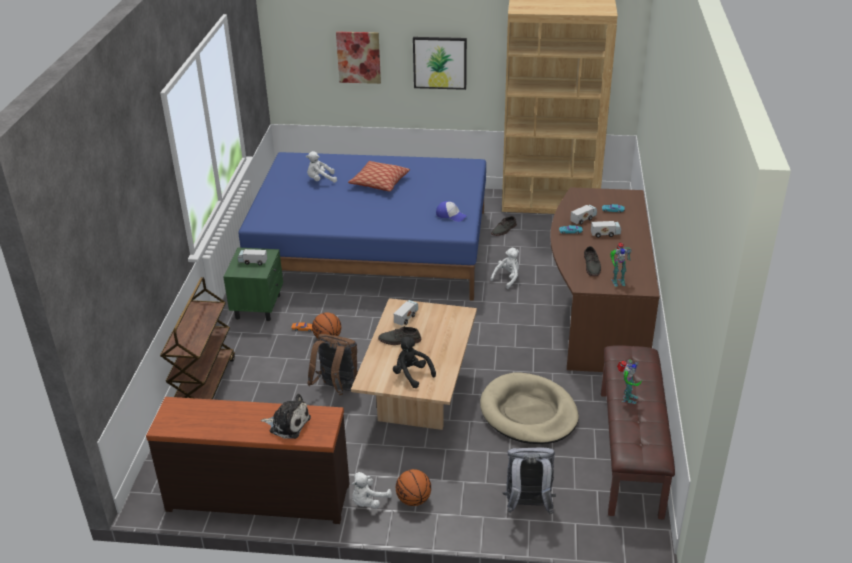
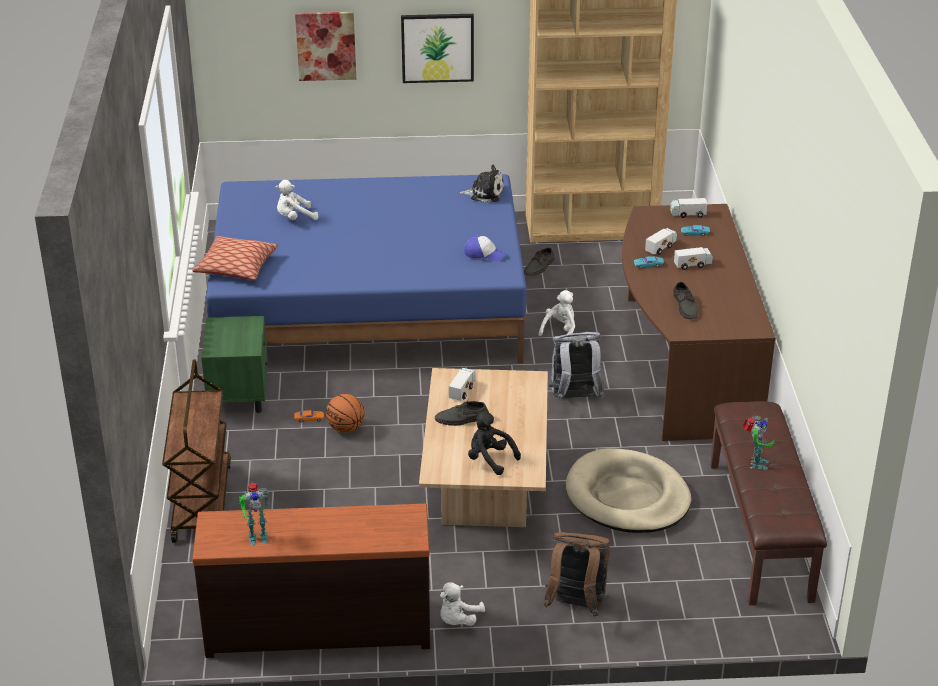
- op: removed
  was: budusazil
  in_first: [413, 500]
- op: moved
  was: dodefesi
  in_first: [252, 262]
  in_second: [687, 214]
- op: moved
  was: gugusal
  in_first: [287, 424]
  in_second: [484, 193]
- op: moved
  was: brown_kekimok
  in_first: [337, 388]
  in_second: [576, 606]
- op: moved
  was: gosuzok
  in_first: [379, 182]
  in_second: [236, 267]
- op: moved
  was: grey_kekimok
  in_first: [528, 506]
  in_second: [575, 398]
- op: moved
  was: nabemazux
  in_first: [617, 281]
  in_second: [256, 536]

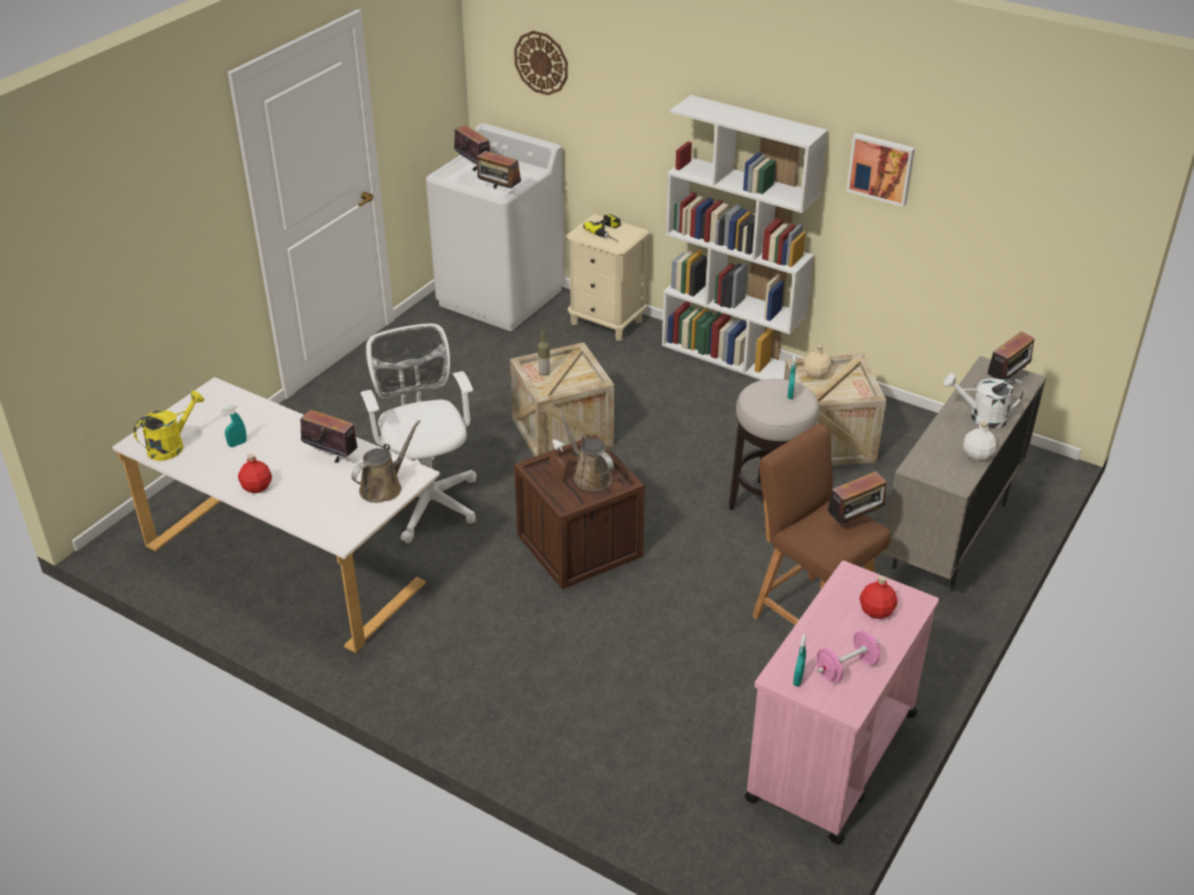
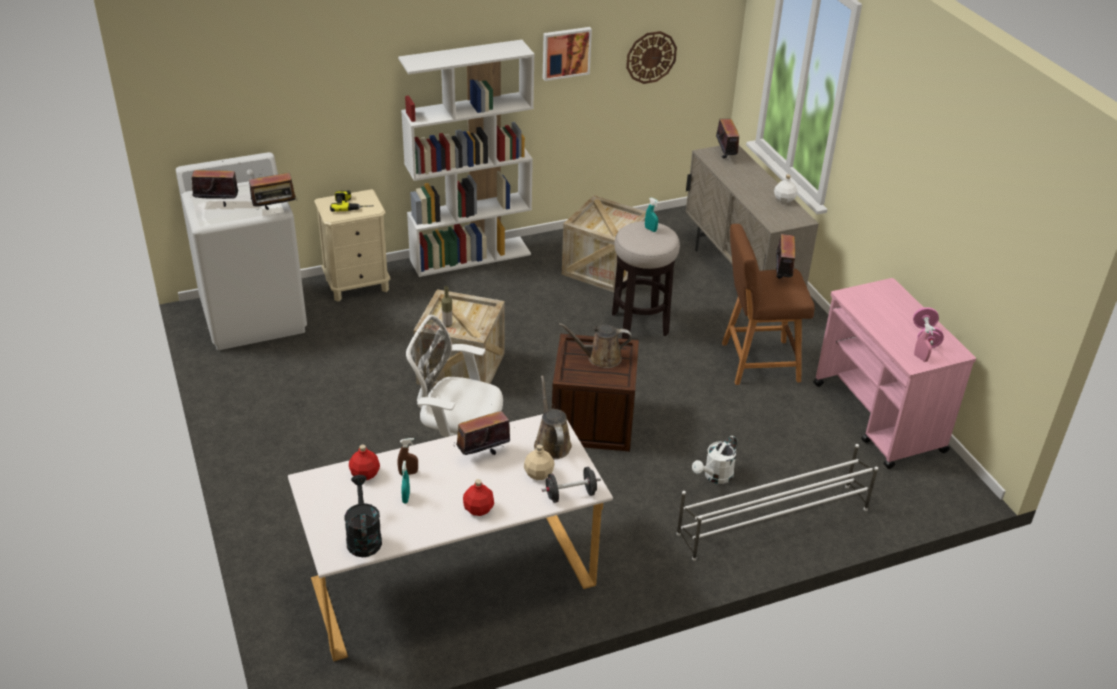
- op: added
  now: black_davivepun
  in_second: [570, 494]
- op: added
  now: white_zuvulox
  in_second: [772, 521]
- op: moved
  was: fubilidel
  in_first: [541, 62]
  in_second: [651, 57]
- op: moved
  was: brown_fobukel
  in_first: [558, 478]
  in_second: [408, 473]
- op: moved
  was: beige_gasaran
  in_first: [816, 374]
  in_second: [538, 474]
- op: moved
  was: red_gasaran
  in_first: [877, 611]
  in_second: [365, 474]
- op: moved
  was: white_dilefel
  in_first: [981, 417]
  in_second: [715, 477]
- op: recoloured
  was: yellow_dilefel
  now: black_dilefel
  in_first: [171, 446]
  in_second: [363, 537]
- op: recoloured
  was: turquoise_fobukel
  now: pink_fobukel
  in_first: [798, 679]
  in_second: [920, 358]

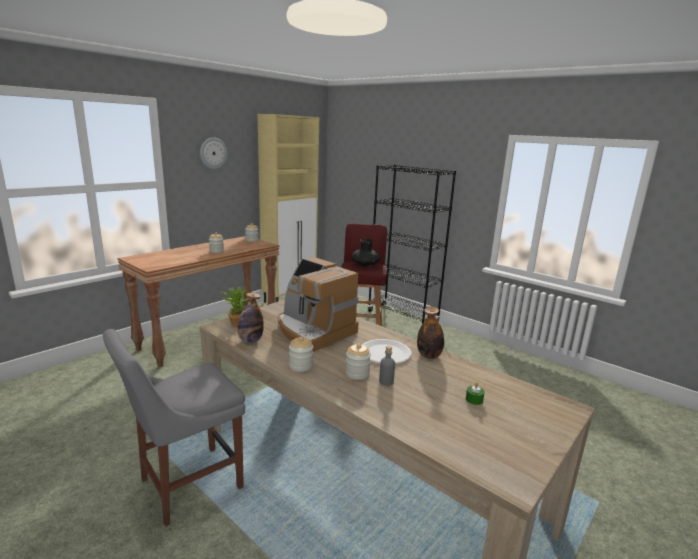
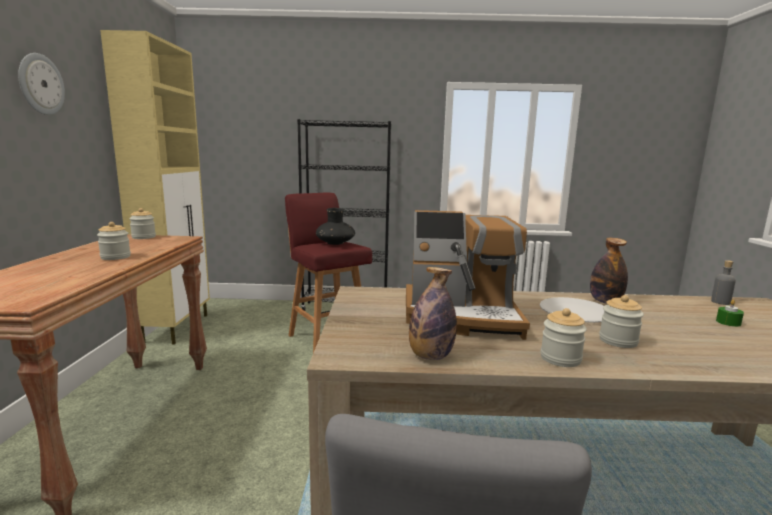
- op: removed
  was: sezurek
  in_first: [236, 321]
- op: moved
  was: grey_gasaran
  in_first: [386, 381]
  in_second: [720, 302]

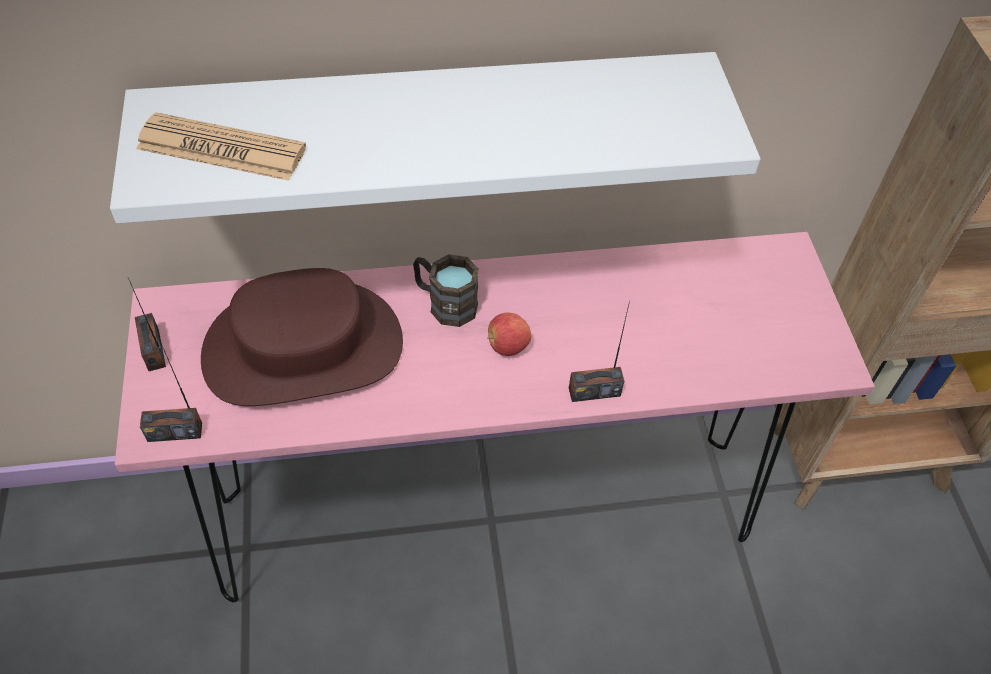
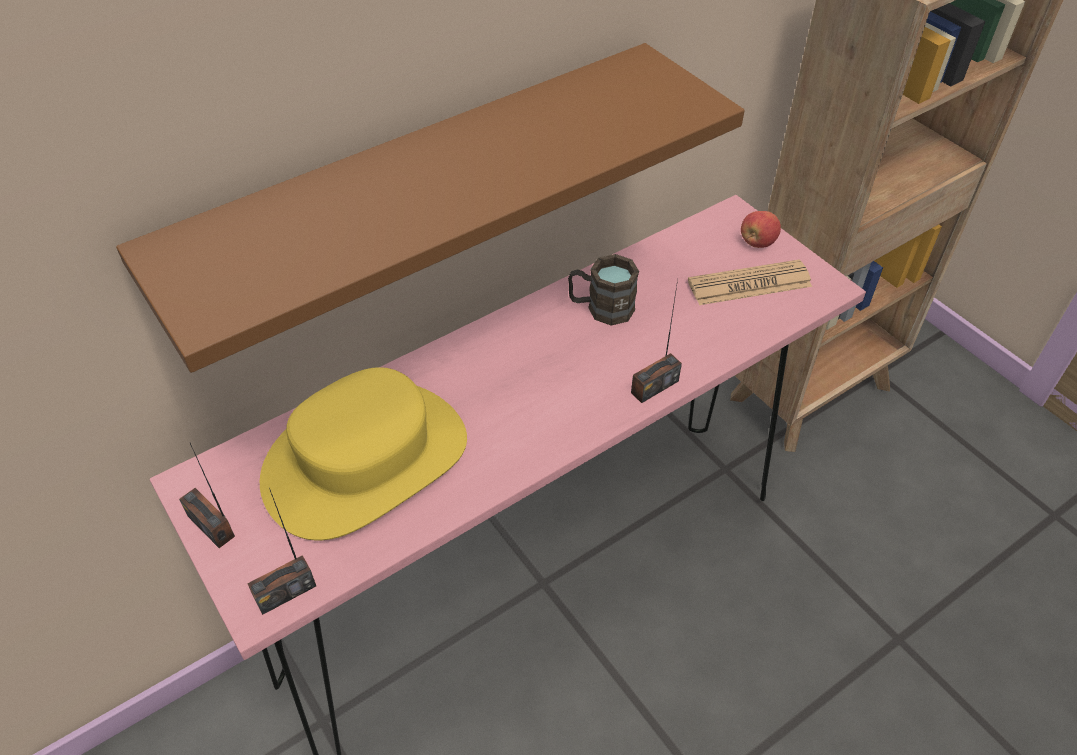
- op: moved
  was: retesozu
  in_first: [221, 148]
  in_second: [749, 284]
- op: moved
  was: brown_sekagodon
  in_first: [445, 303]
  in_second: [601, 308]
- op: moved
  was: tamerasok
  in_first: [507, 346]
  in_second: [757, 242]
- op: recoloured
  was: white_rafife
  now: brown_rafife
  in_first: [431, 124]
  in_second: [418, 189]
- op: recoloured
  was: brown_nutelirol
  now: yellow_nutelirol
  in_first: [303, 348]
  in_second: [366, 460]

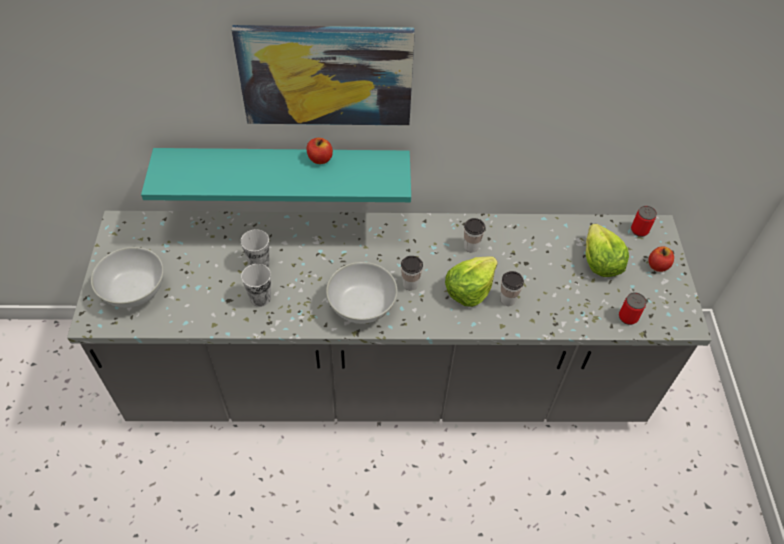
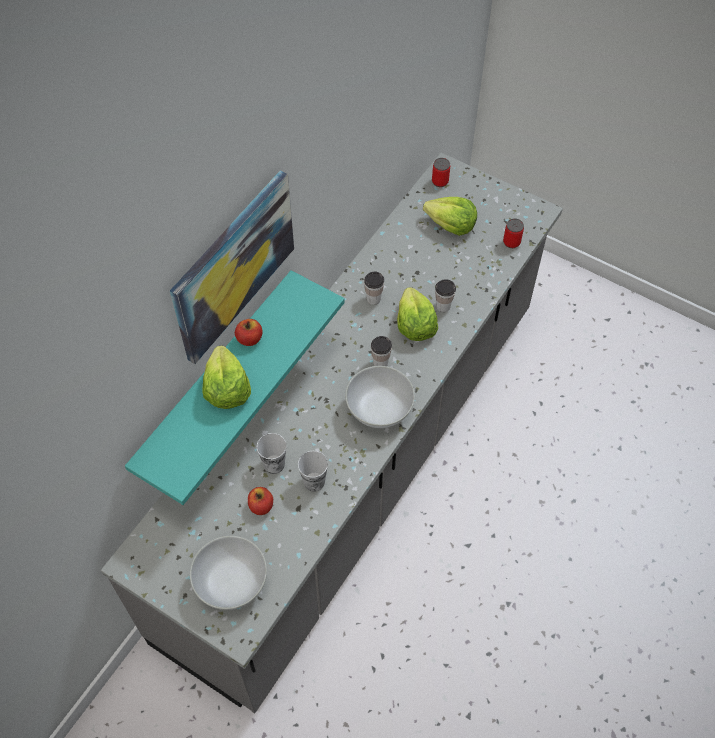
- op: added
  now: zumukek
  in_second: [226, 389]
- op: moved
  was: tamerasok
  in_first: [658, 266]
  in_second: [261, 506]

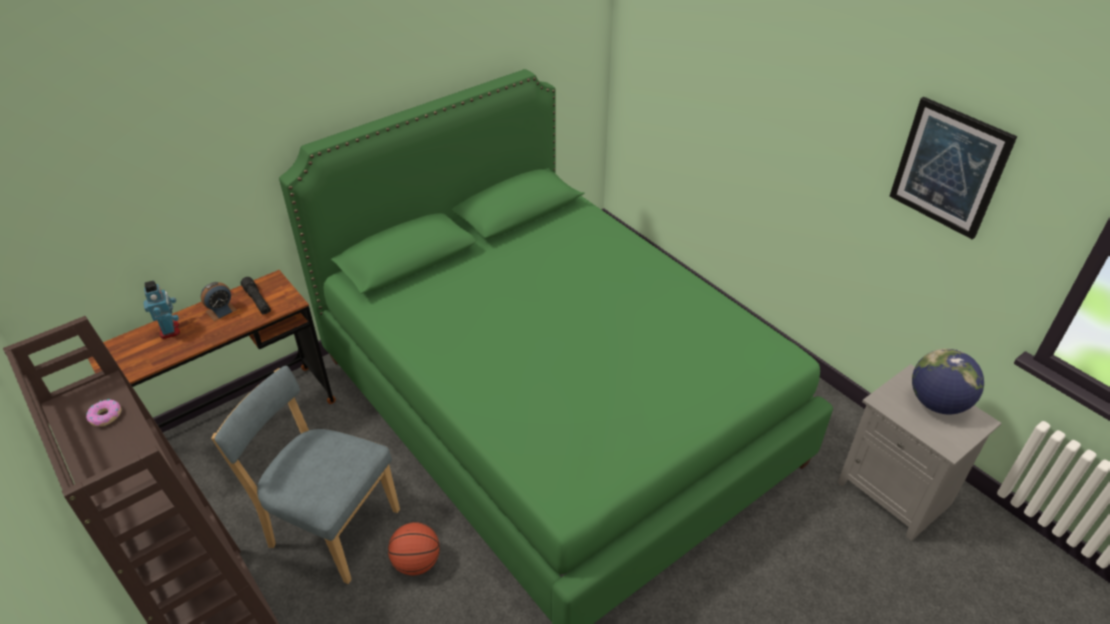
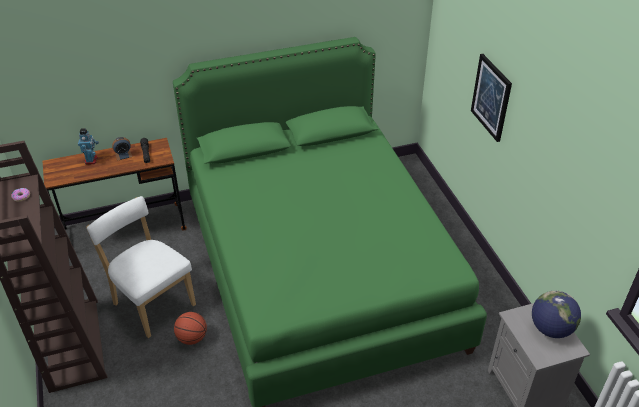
- op: moved
  was: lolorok
  in_first: [949, 167]
  in_second: [491, 97]
- op: recoloured
  was: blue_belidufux
  now: white_belidufux
  in_first: [329, 526]
  in_second: [152, 302]

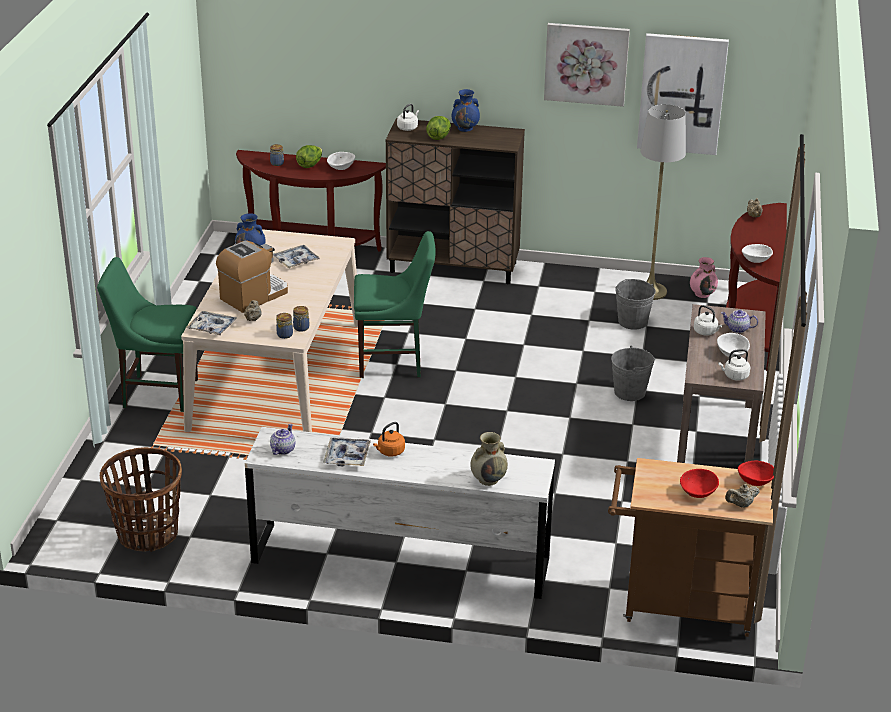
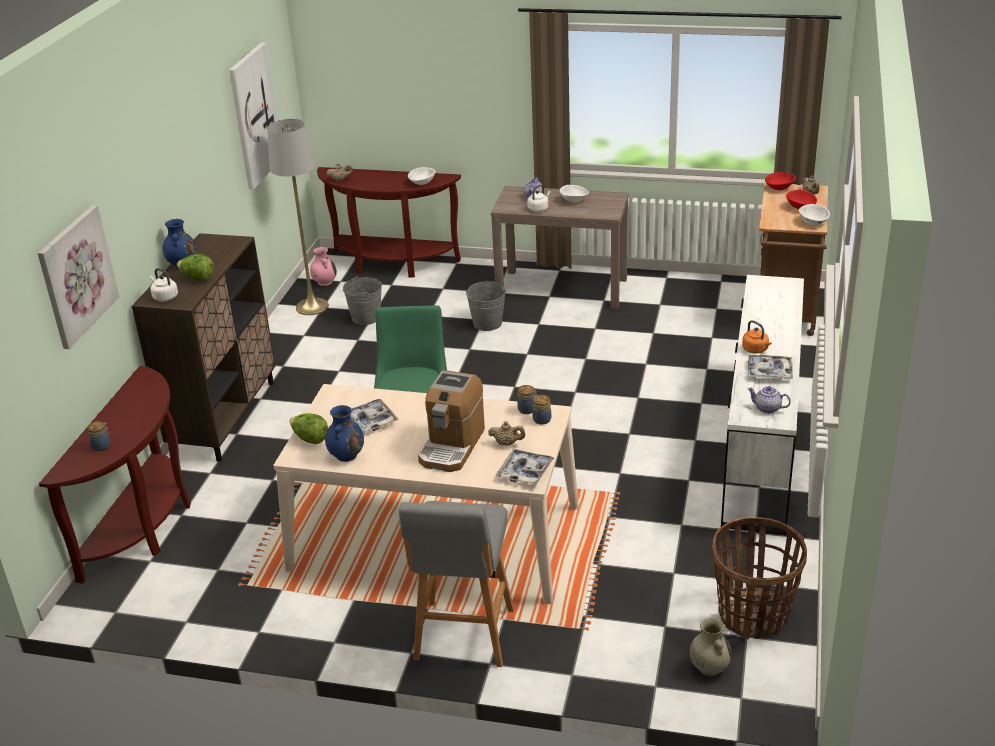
- op: removed
  was: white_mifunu
  in_first: [734, 376]
- op: moved
  was: zumukek
  in_first: [310, 165]
  in_second: [310, 439]
- op: moved
  was: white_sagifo
  in_first: [341, 168]
  in_second: [813, 223]
- op: moved
  was: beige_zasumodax
  in_first: [488, 479]
  in_second: [709, 667]
- op: moved
  was: lolorok
  in_first: [586, 63]
  in_second: [76, 276]
- op: replaced
  was: green_belidufux
  now: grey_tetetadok
  in_first: [156, 392]
  in_second: [463, 637]
- op: turned
  was: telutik
  in_first: [254, 296]
  in_second: [452, 446]
  clockwise: -120

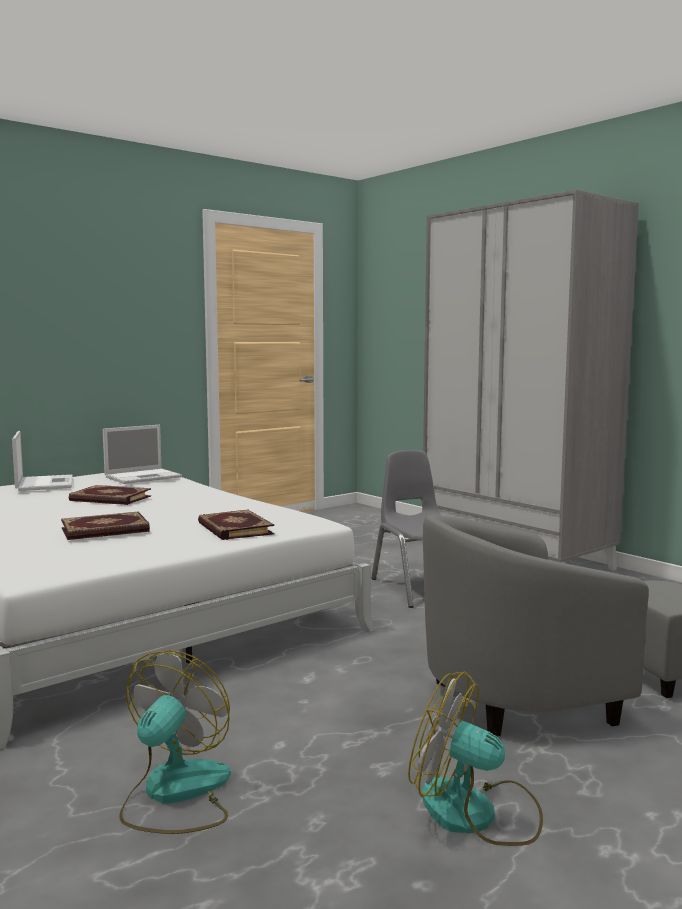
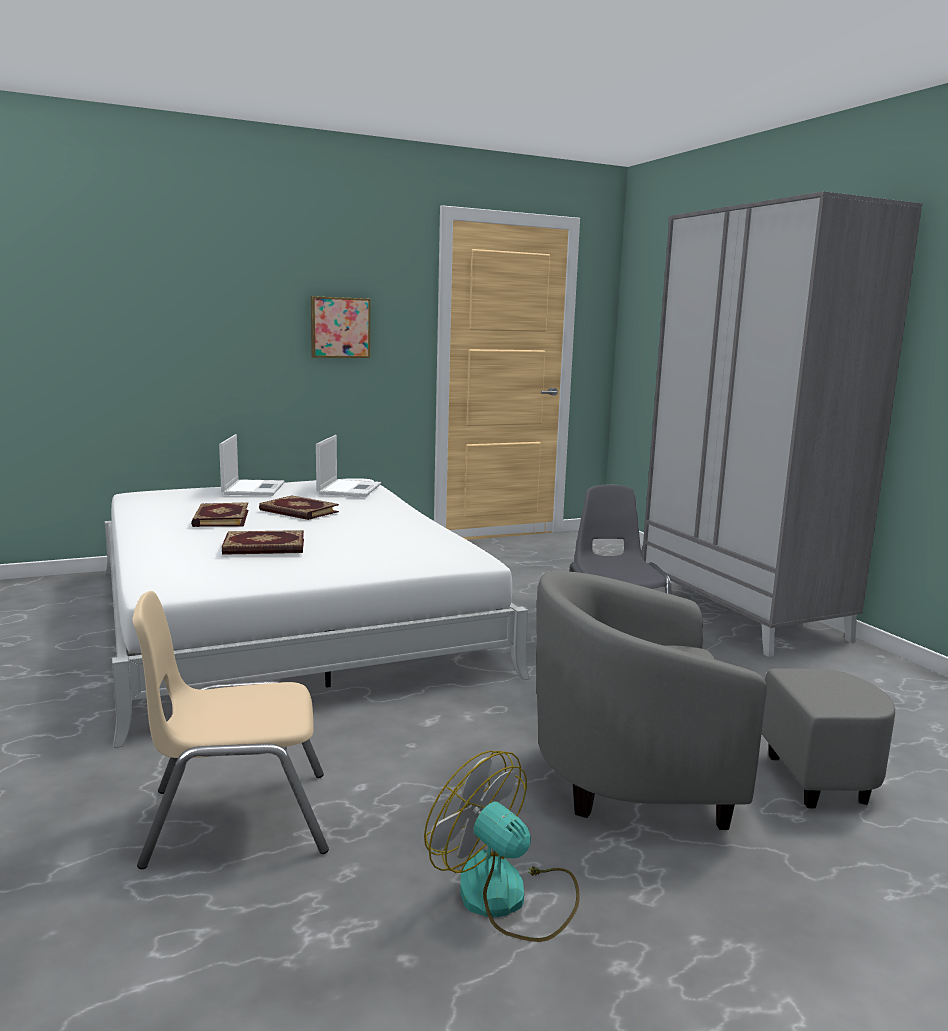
- op: added
  now: lolorok
  in_second: [340, 327]
- op: moved
  was: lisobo
  in_first: [233, 529]
  in_second: [220, 518]
- op: replaced
  was: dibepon
  now: beige_belidufux
  in_first: [175, 794]
  in_second: [237, 819]
- op: turned
  was: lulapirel
  in_first: [144, 477]
  in_second: [349, 489]
  clockwise: -60

